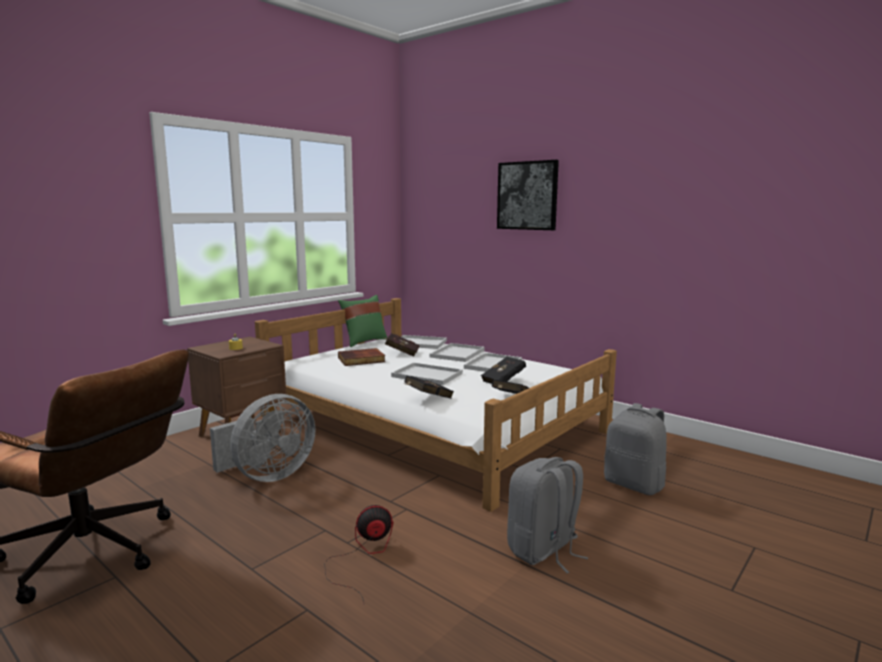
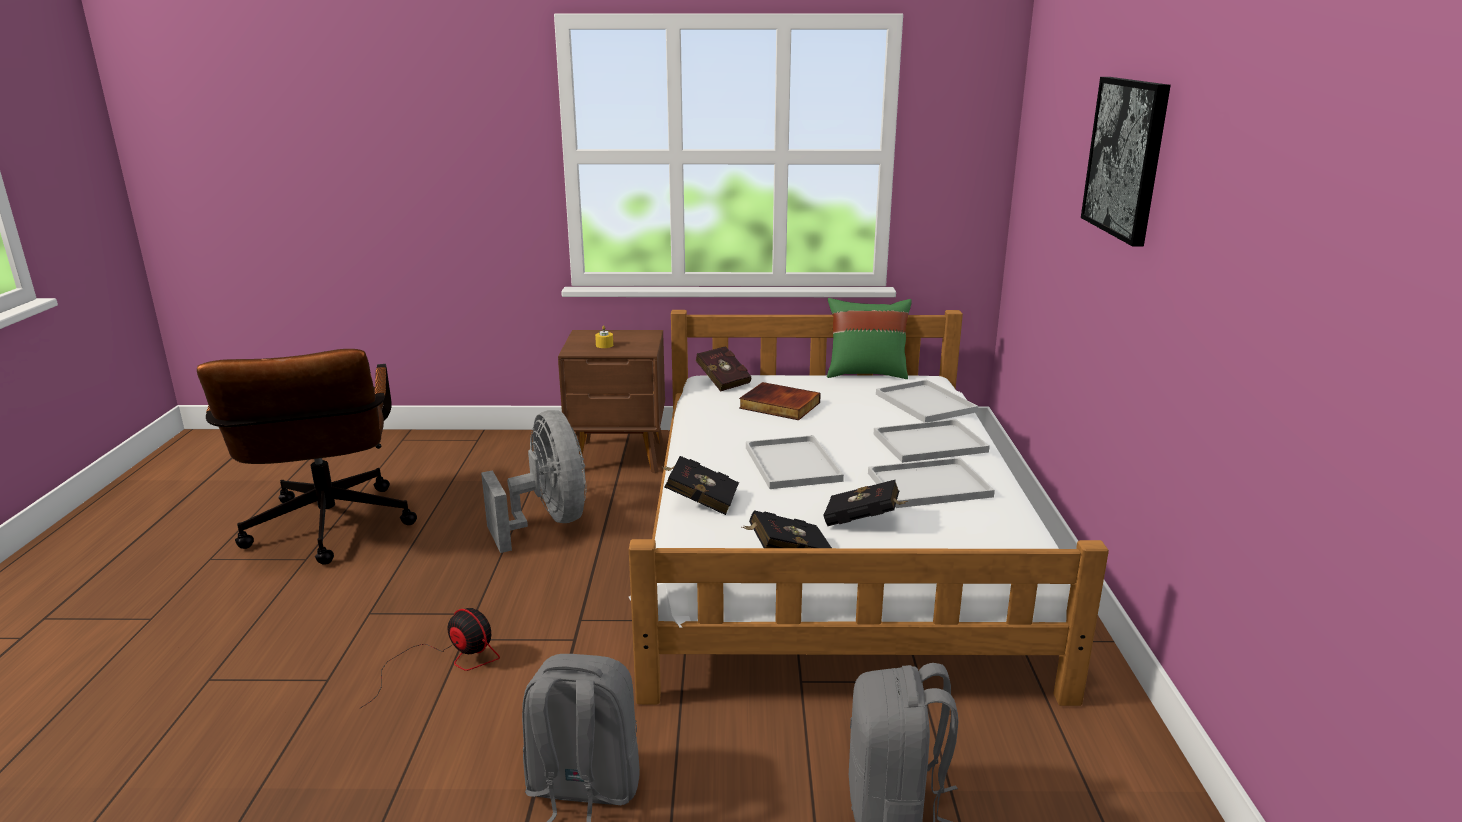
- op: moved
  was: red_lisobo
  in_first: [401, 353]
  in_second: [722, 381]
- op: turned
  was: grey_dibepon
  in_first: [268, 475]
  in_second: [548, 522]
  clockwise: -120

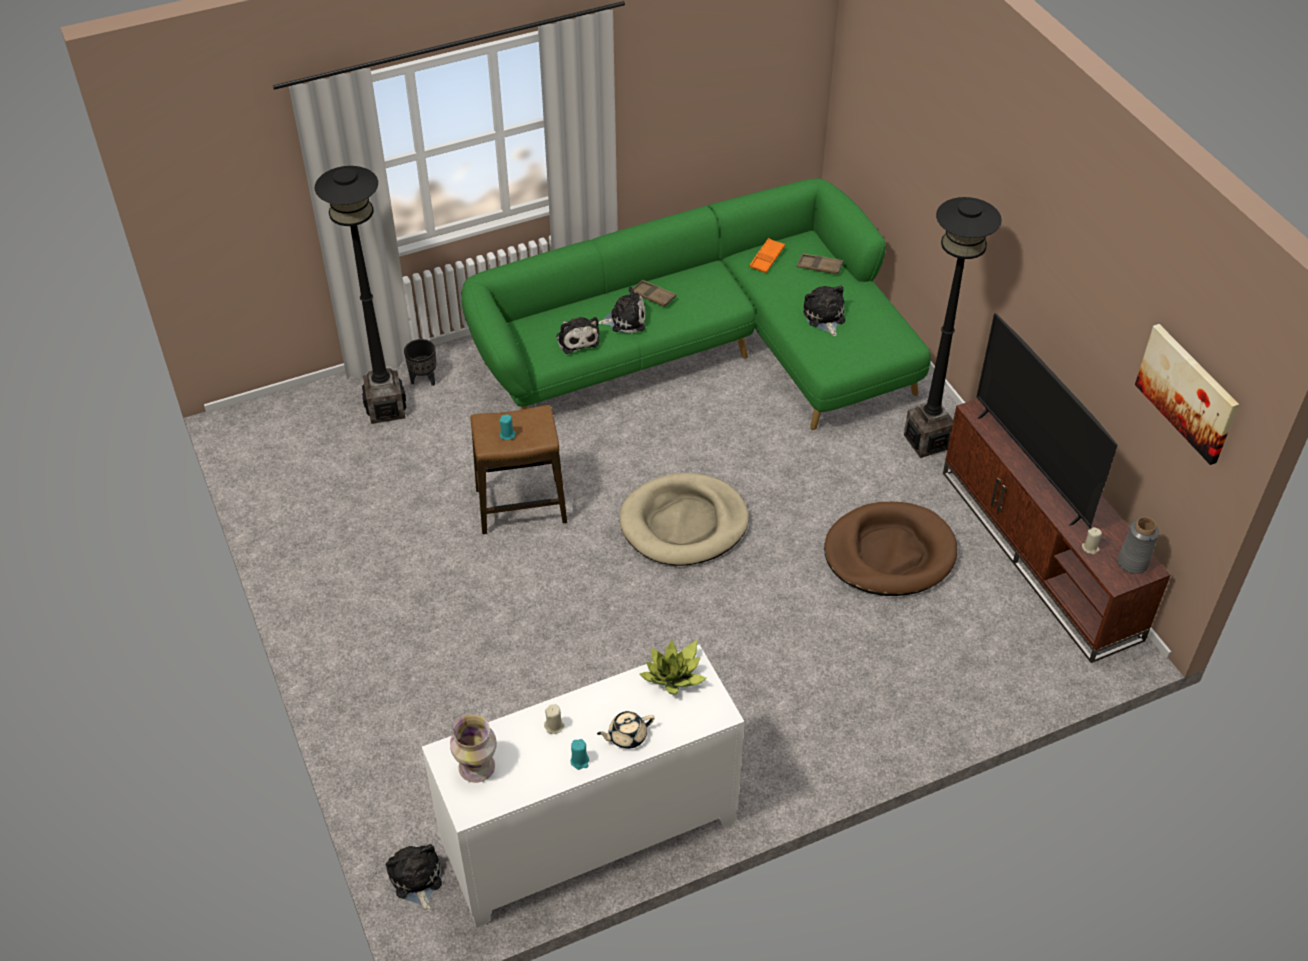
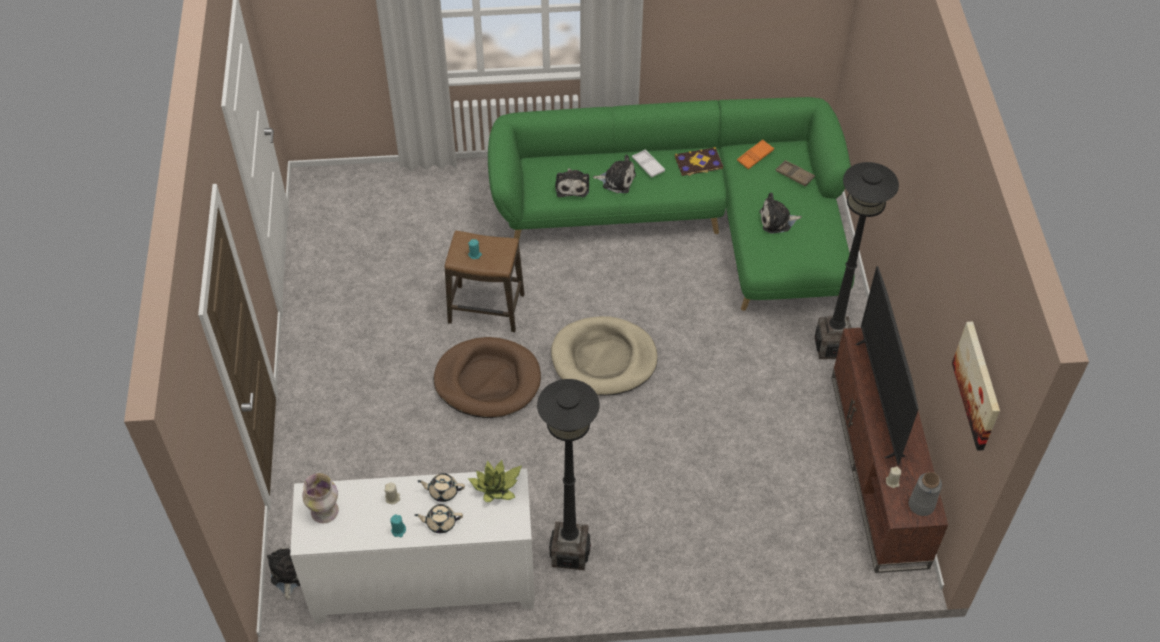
- op: removed
  was: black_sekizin
  in_first: [424, 379]
- op: added
  now: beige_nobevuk
  in_second: [443, 491]
- op: added
  now: lisobo
  in_second: [698, 163]
- op: moved
  was: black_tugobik
  in_first: [386, 409]
  in_second: [569, 554]
- op: moved
  was: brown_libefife
  in_first: [889, 553]
  in_second: [488, 380]
- op: recoloured
  was: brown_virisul
  now: white_virisul
  in_first: [653, 296]
  in_second: [648, 165]
- op: turned
  was: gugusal
  in_first: [824, 317]
  in_second: [777, 221]
  clockwise: -105

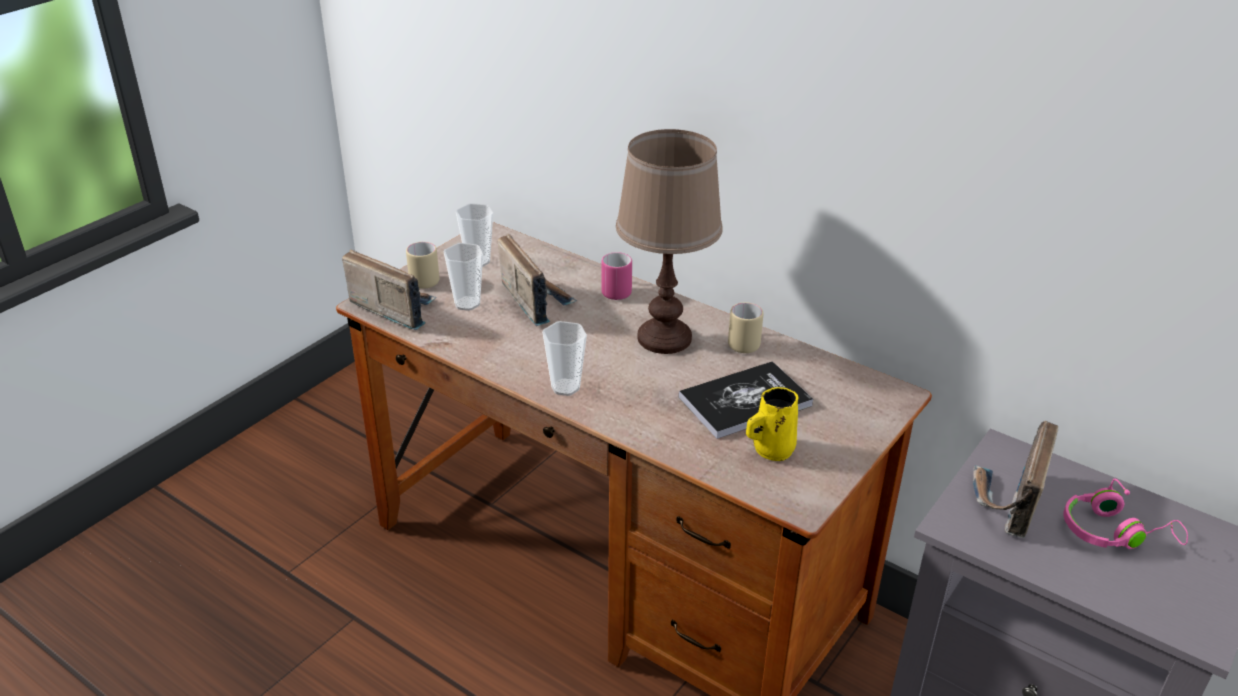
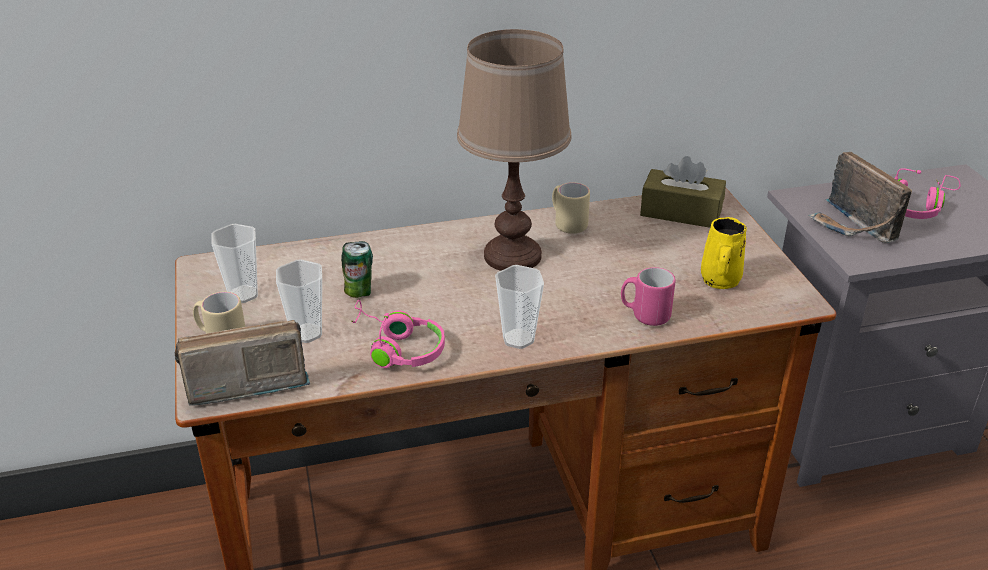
- op: removed
  was: lisobo
  in_first: [745, 401]
- op: added
  now: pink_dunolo
  in_second: [396, 347]
- op: added
  now: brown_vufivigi
  in_second: [681, 212]
- op: moved
  was: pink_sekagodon
  in_first: [614, 290]
  in_second: [644, 315]
- op: replaced
  was: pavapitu
  now: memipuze
  in_first: [535, 299]
  in_second: [359, 292]

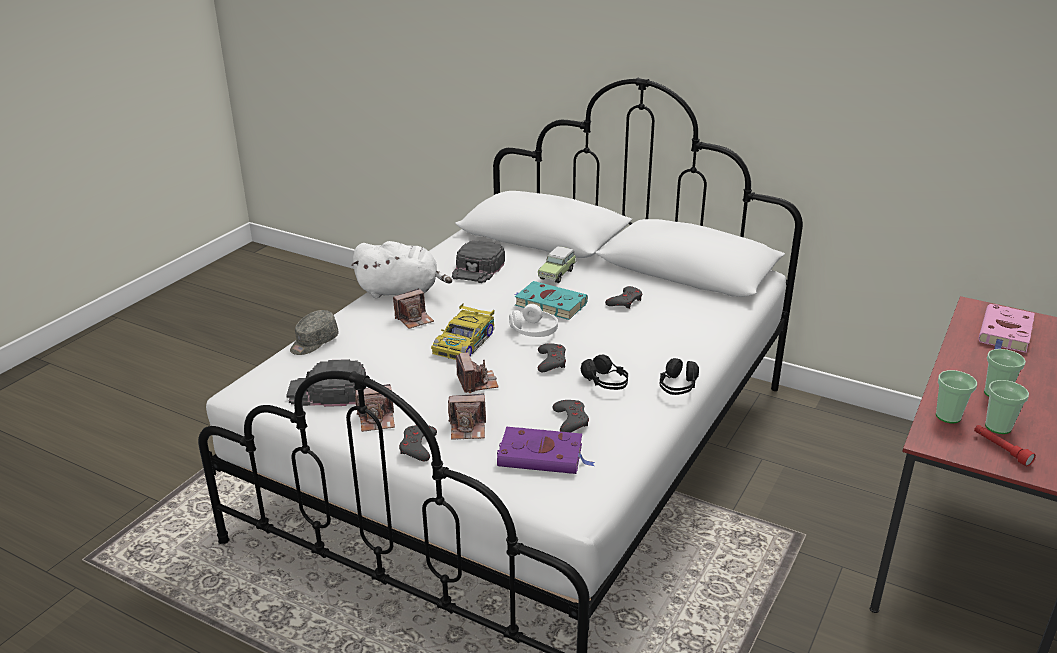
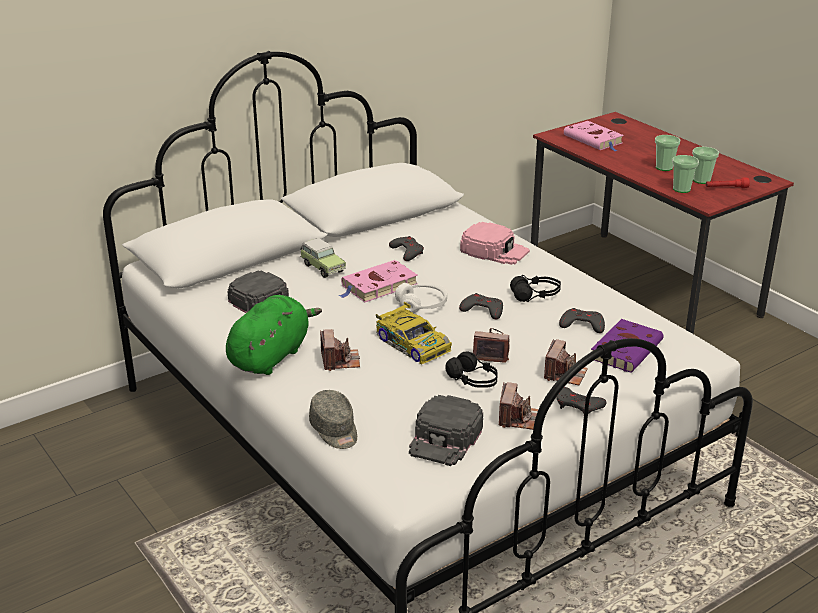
- op: added
  now: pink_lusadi
  in_second: [495, 250]
- op: moved
  was: black_dunolo
  in_first: [677, 386]
  in_second: [473, 380]
- op: recoloured
  was: white_gugusal
  now: green_gugusal
  in_first: [401, 292]
  in_second: [271, 356]
- op: recoloured
  was: turquoise_lisobo
  now: pink_lisobo
  in_first: [548, 304]
  in_second: [378, 286]

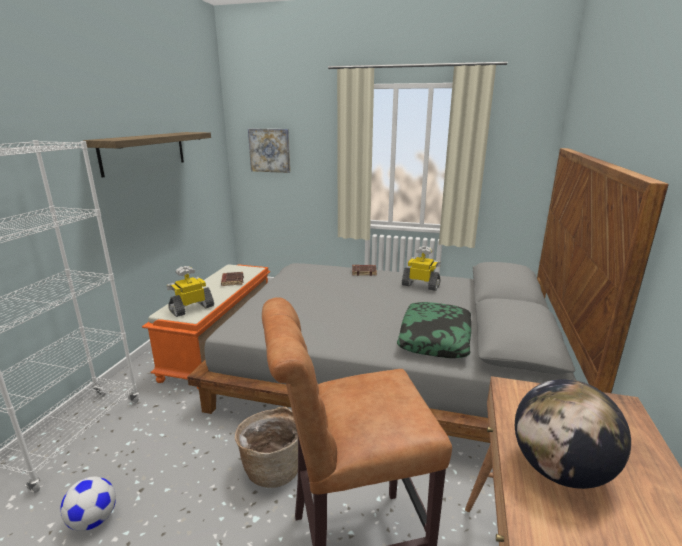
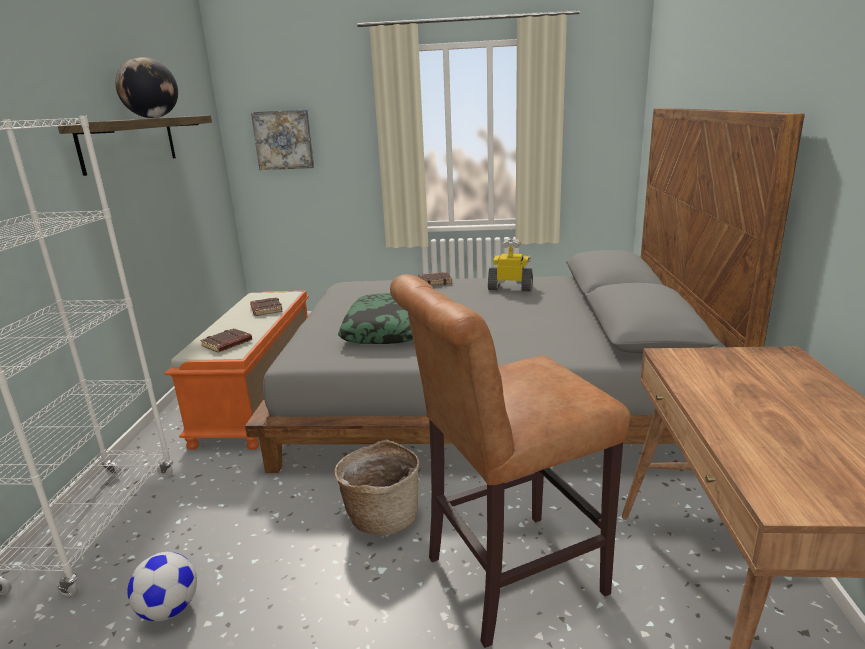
- op: moved
  was: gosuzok
  in_first: [435, 338]
  in_second: [386, 329]
- op: moved
  was: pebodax
  in_first: [559, 470]
  in_second: [153, 118]
- op: replaced
  was: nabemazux
  now: brown_lisobo
  in_first: [191, 308]
  in_second: [227, 344]

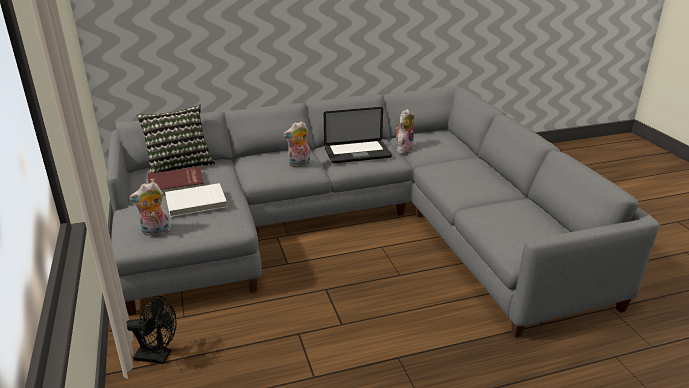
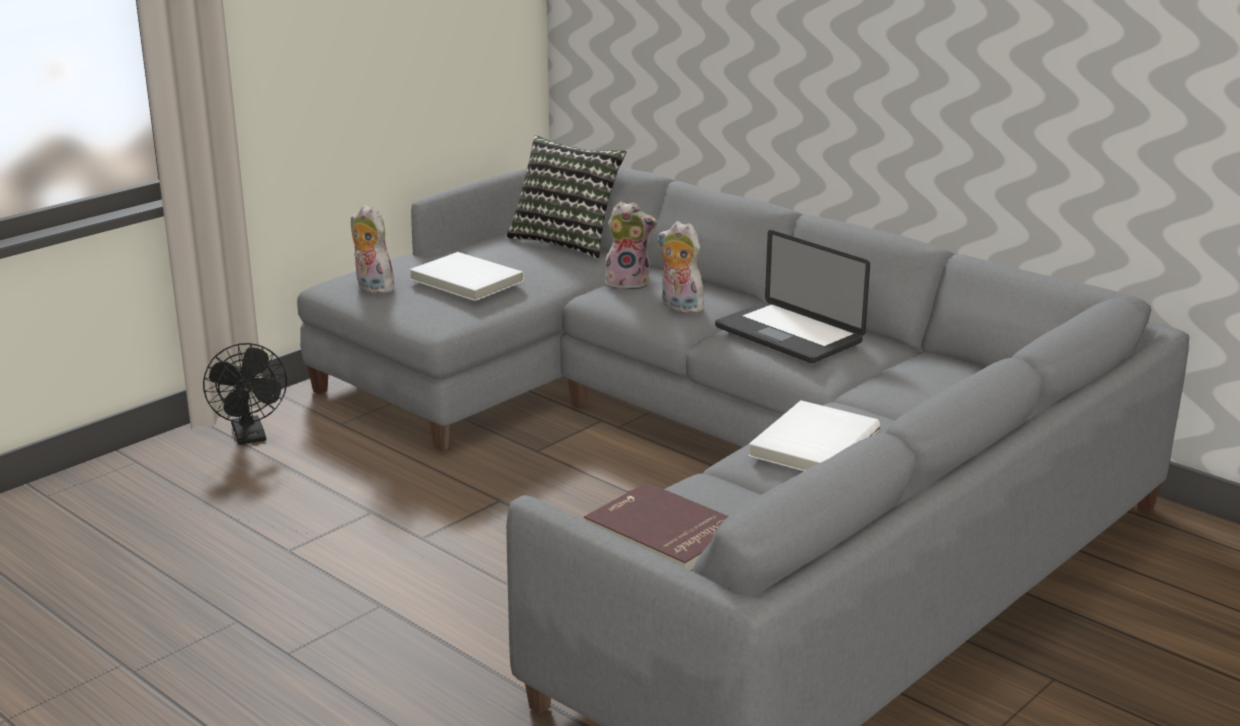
- op: added
  now: white_lisobo
  in_second: [812, 443]
- op: moved
  was: red_lisobo
  in_first: [176, 184]
  in_second: [663, 535]
- op: moved
  was: gugusal
  in_first: [403, 149]
  in_second: [629, 283]

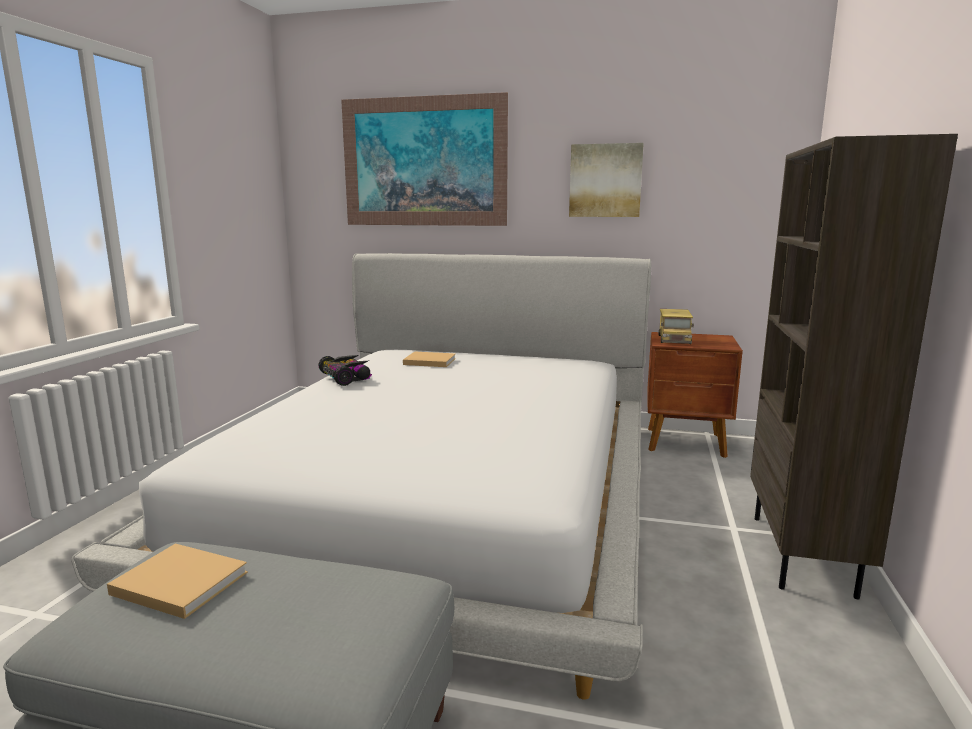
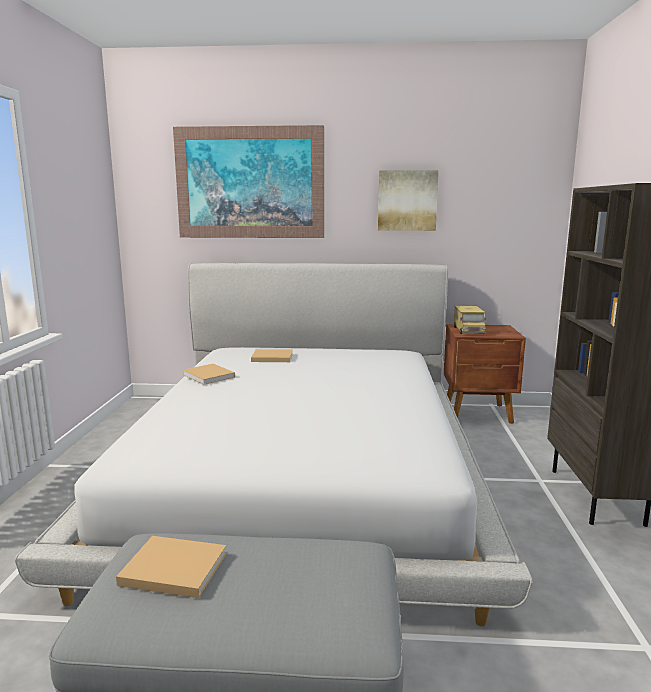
- op: replaced
  was: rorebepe
  now: beige_lisobo
  in_first: [346, 377]
  in_second: [209, 376]

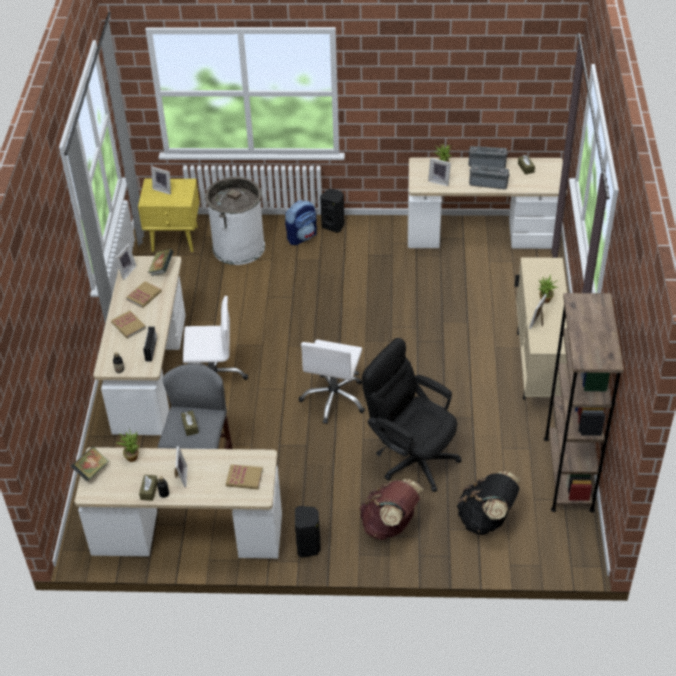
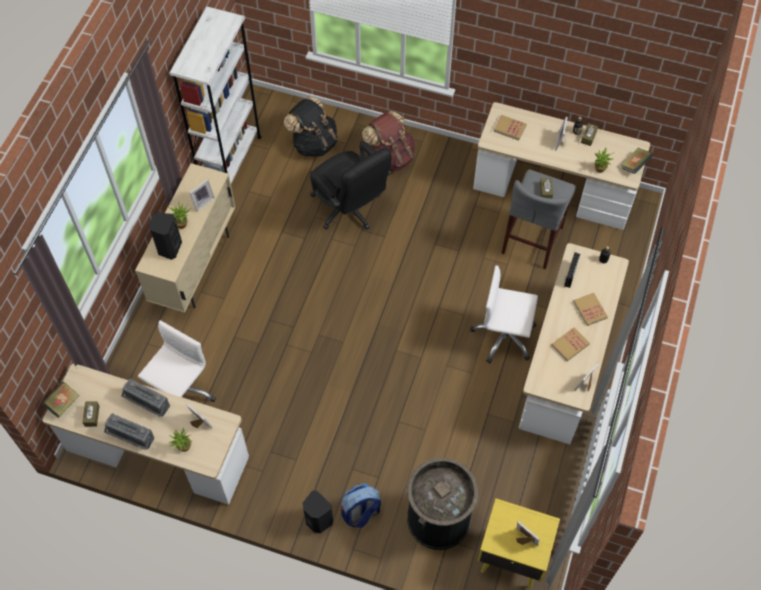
- op: moved
  was: lisobo
  in_first: [162, 269]
  in_second: [63, 403]
- op: moved
  was: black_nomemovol
  in_first: [309, 546]
  in_second: [169, 248]
- op: moved
  was: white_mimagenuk
  in_first: [334, 399]
  in_second: [181, 392]
- op: recoloured
  was: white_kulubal
  now: black_kulubal
  in_first: [239, 247]
  in_second: [438, 518]
- op: recoloured
  was: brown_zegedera
  now: white_zegedera
  in_first: [568, 473]
  in_second: [230, 162]

